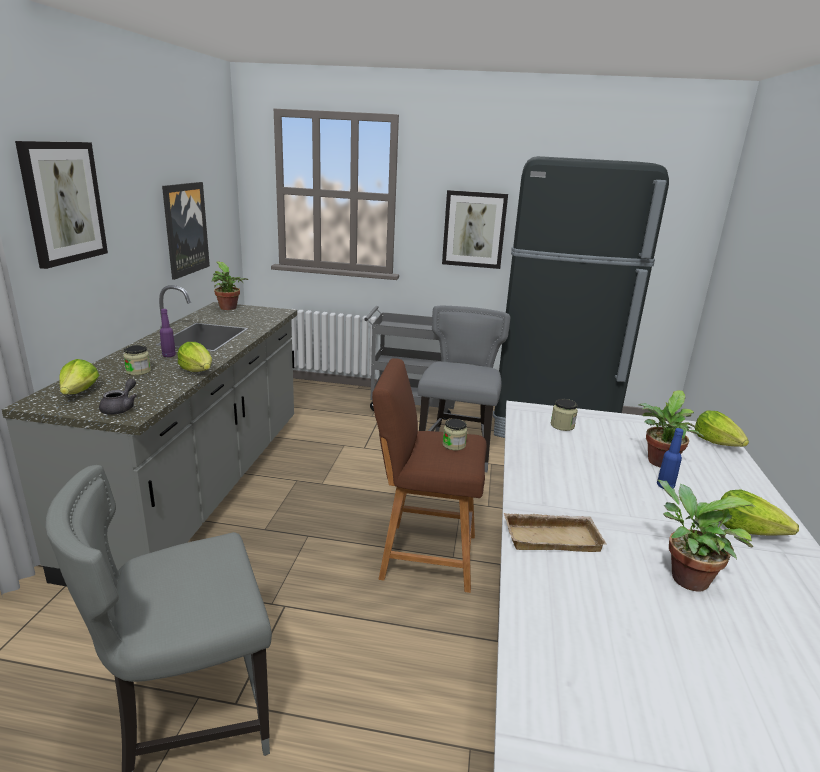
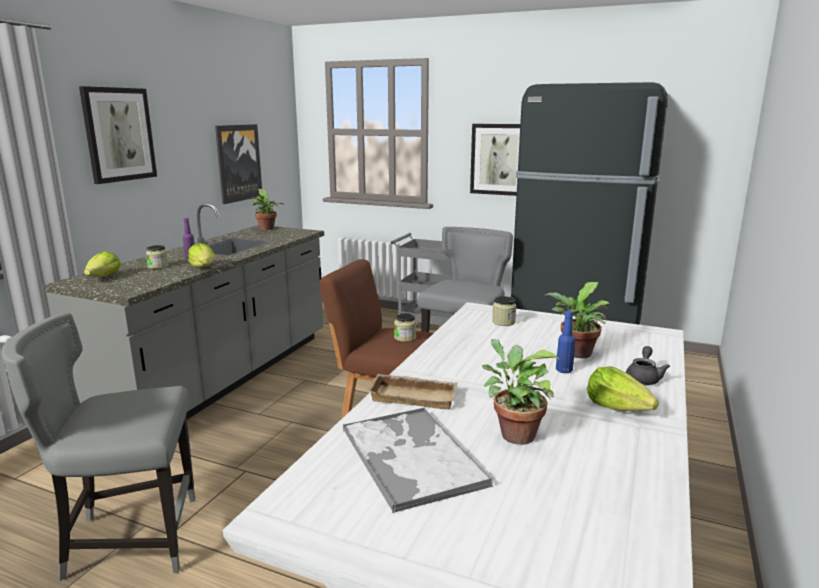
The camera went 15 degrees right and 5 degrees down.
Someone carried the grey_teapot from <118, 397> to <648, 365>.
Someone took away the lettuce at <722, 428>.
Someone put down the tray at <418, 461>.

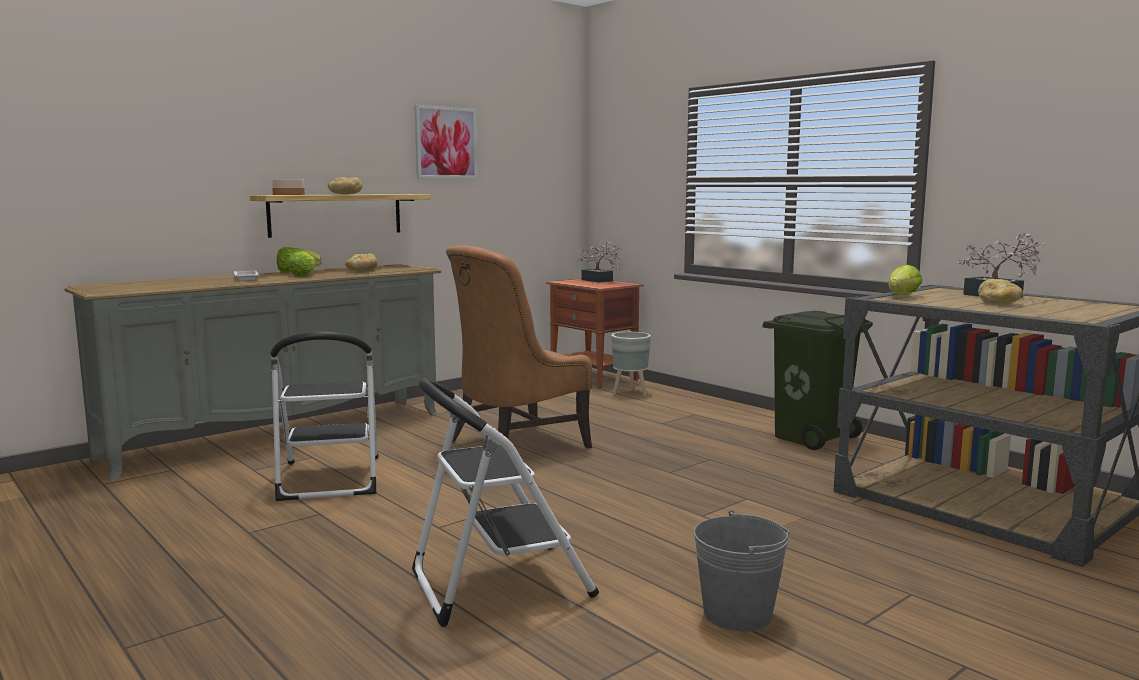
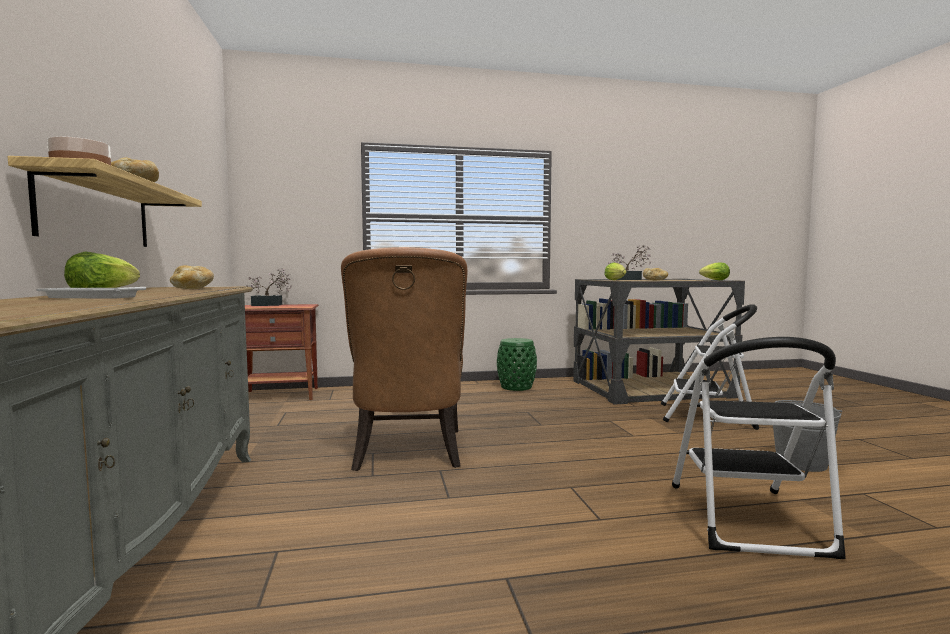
The camera went 60 degrees left and 5 degrees down.
Someone carried the step_ladder from <324, 416> to <710, 367>.
Someone carried the lettuce from <300, 264> to <714, 271>.
Someone took away the picture at <446, 142>.
Someone took away the grey_planter at <631, 364>.
Someone swapped the green_trash_can at <817, 380> for the green_stool at <517, 364>.

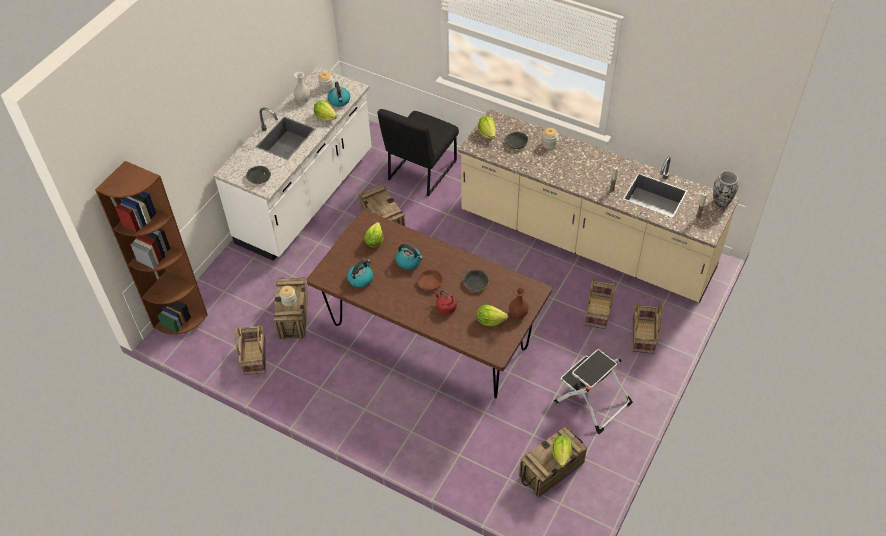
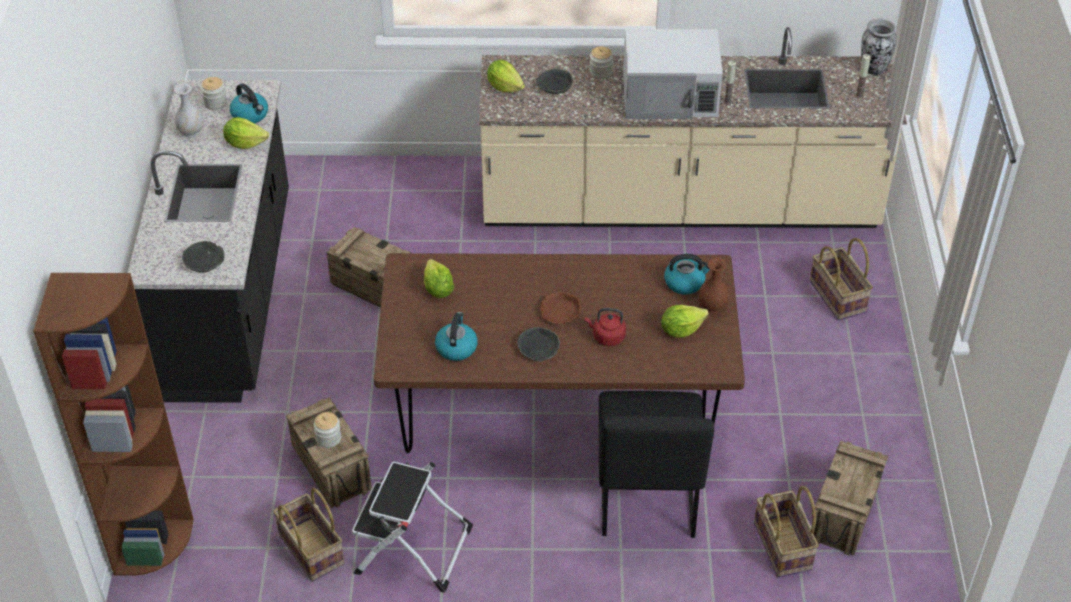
The camera went 30 degrees left and 5 degrees down.
Someone repainted the white_counter at <292, 164>, which became the black_counter at <208, 241>.
Someone carried the black_chair from <418, 152> to <656, 464>.
Someone carried the kettle from <409, 257> to <687, 274>.
Someone carried the grey_bowl from <476, 280> to <538, 344>.
Someone took away the lettuce at <562, 451>.
Someone carried the step_ladder from <593, 391> to <412, 527>.
Someone carried the basket from <600, 303> to <786, 531>.
Someone put down the white_microwave at <673, 74>.

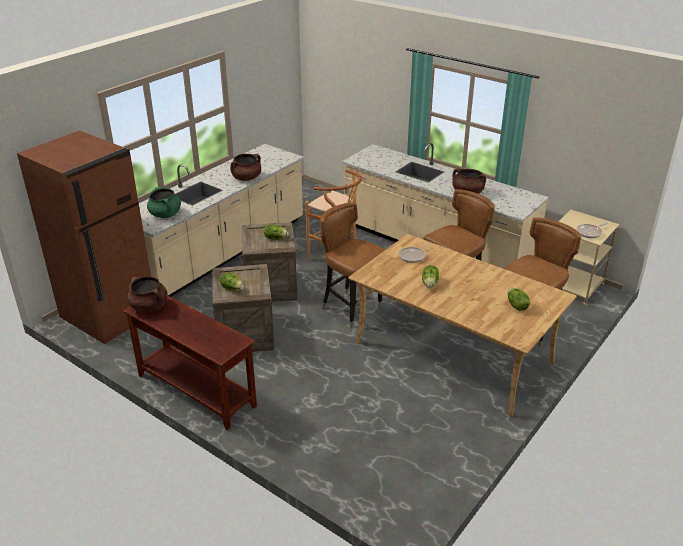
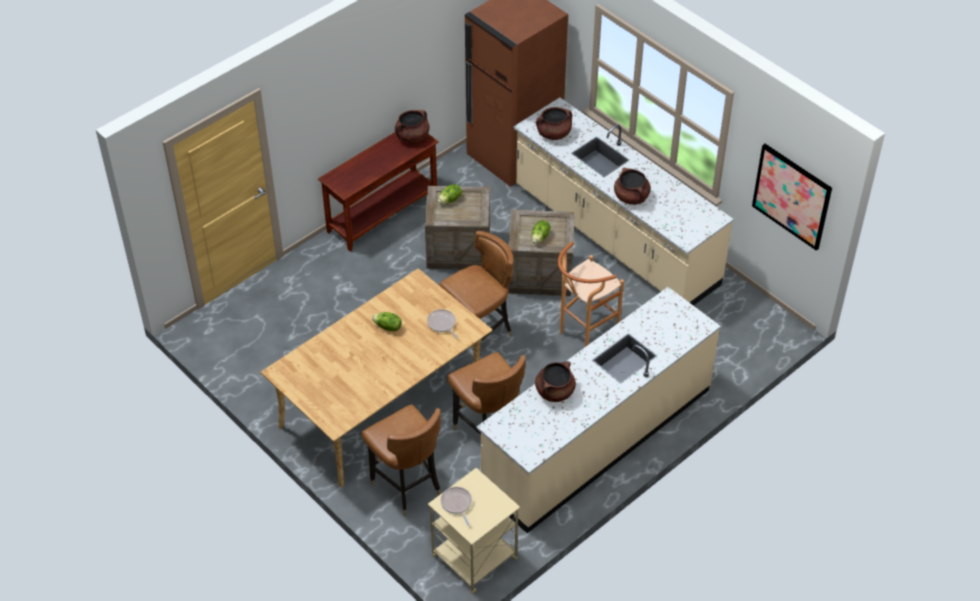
The camera went 100 degrees right and 15 degrees up.
Someone repainted the green_cooking_pot at <164, 202>, which became the brown_cooking_pot at <554, 123>.
Someone took away the lettuce at <518, 299>.
Someone put up the picture at <792, 197>.

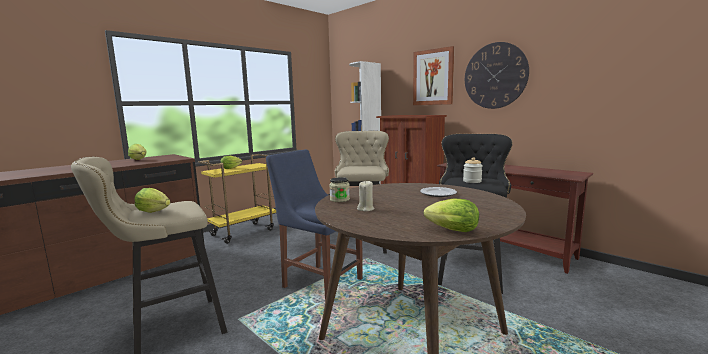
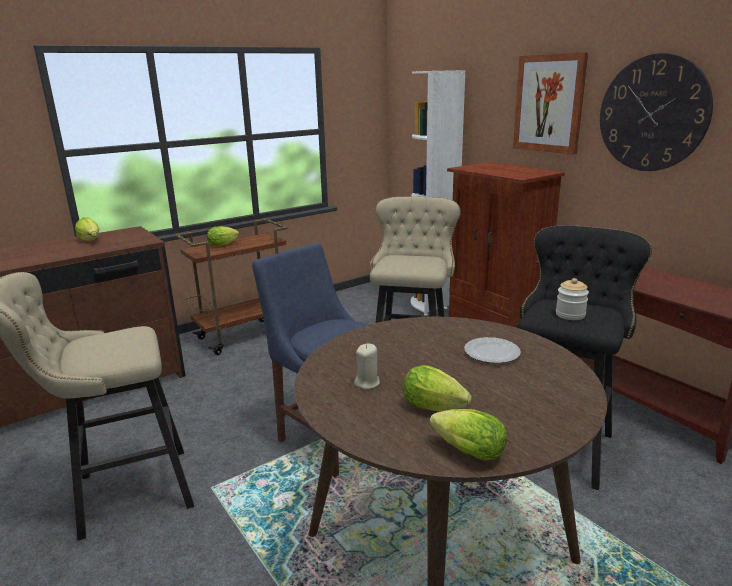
The camera went 10 degrees right and 10 degrees up.
Someone carried the lettuce from <152, 200> to <437, 388>.
Someone repainted the yellow_cart at <237, 199>, which became the brown_cart at <232, 287>.
Someone took away the jar at <339, 189>.

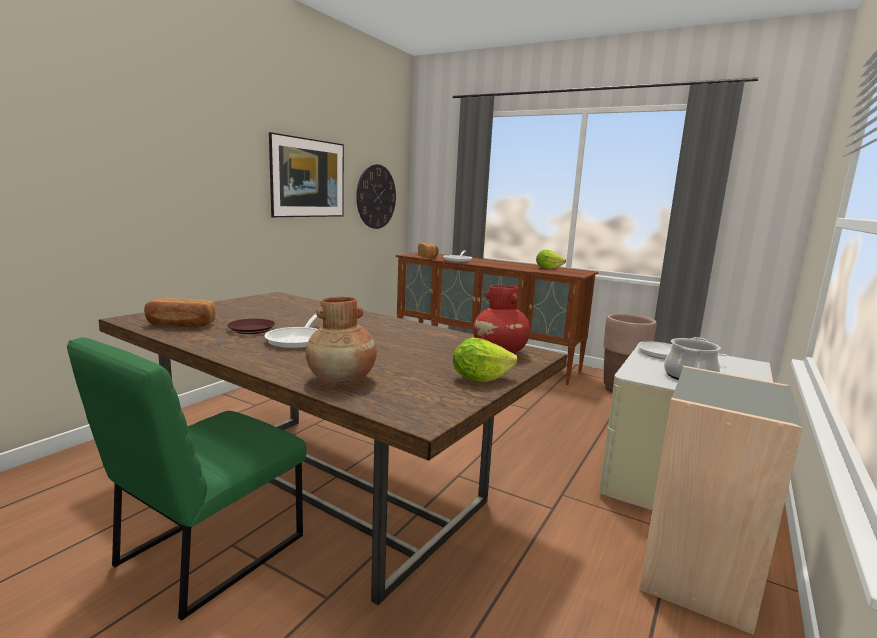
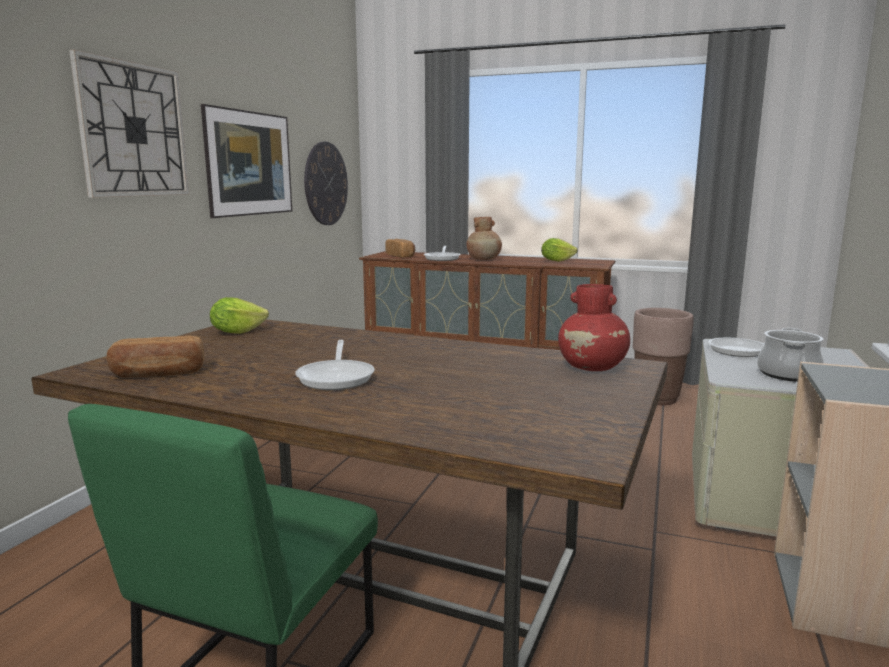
The camera went 10 degrees left and 0 degrees up.
Someone took away the brown_plate at <251, 326>.
Someone carried the brown_vase from <341, 341> to <484, 238>.
Someone carried the lettuce from <485, 360> to <239, 315>.
Someone put up the wall_clock at <129, 124>.

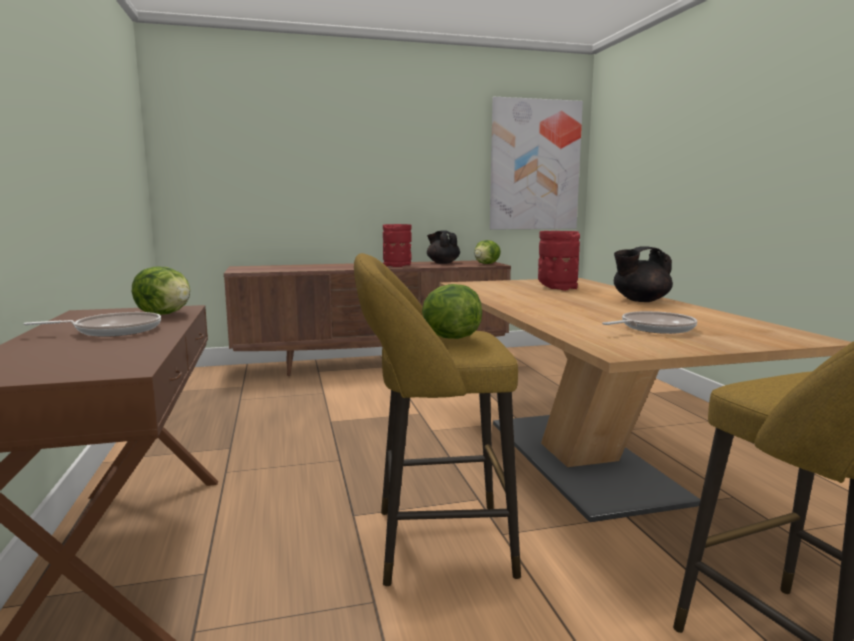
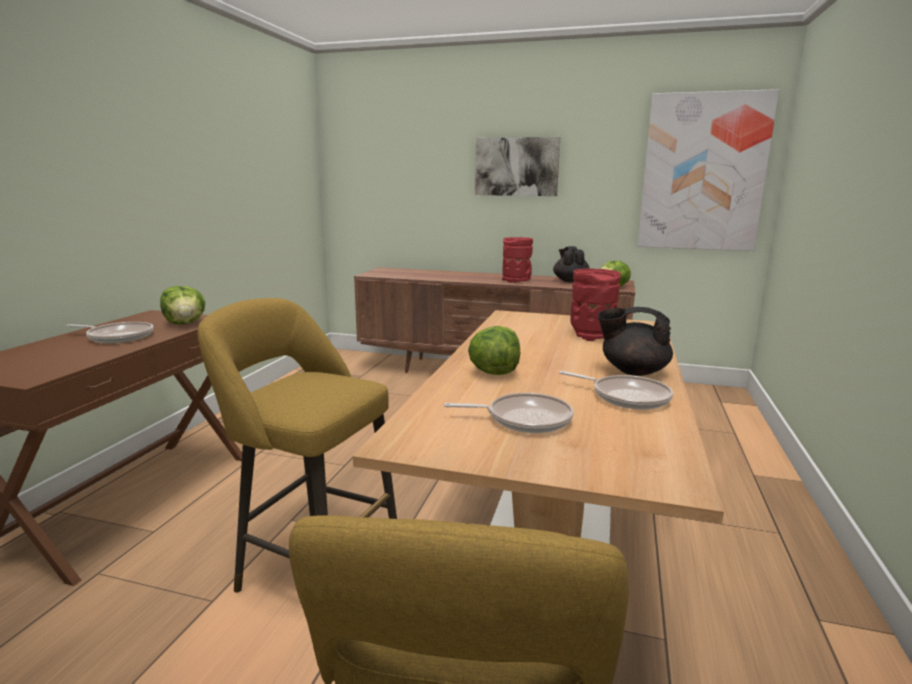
The camera went 30 degrees right and 5 degrees up.
Someone carried the lettuce from <452, 311> to <494, 350>.
Someone put up the picture at <517, 166>.
Someone put down the frying_pan at <616, 390>.

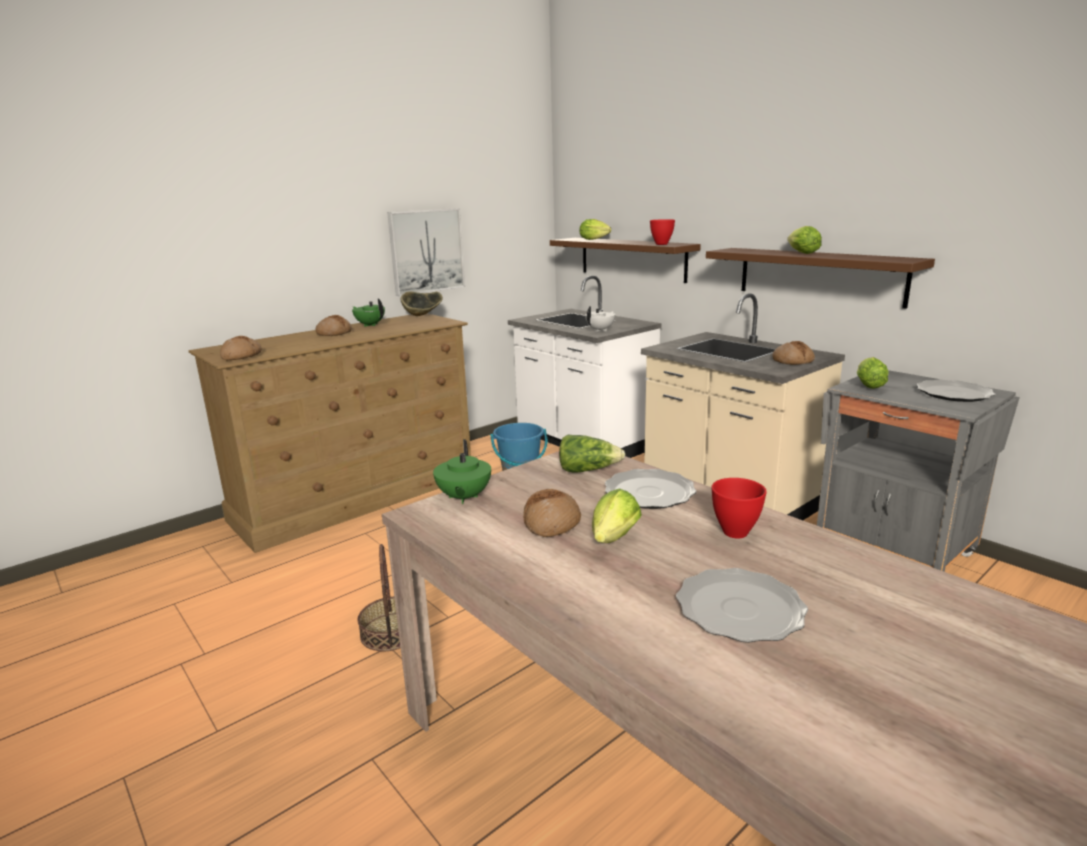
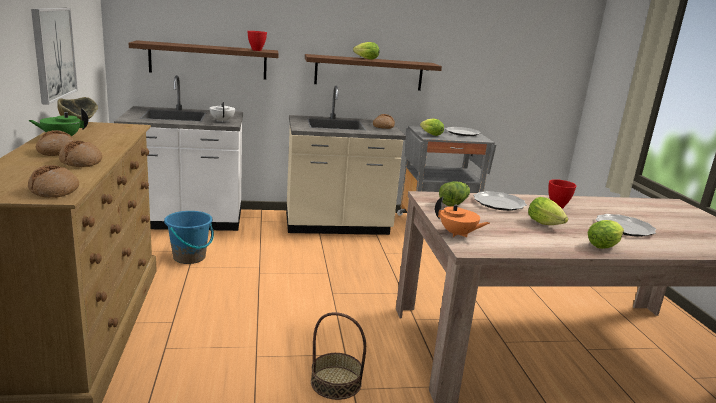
The camera went 60 degrees left and 0 degrees up.
Someone repainted the green_teapot at <462, 471>, which became the orange_teapot at <462, 217>.
Someone carried the bread from <552, 513> to <80, 153>.
Someone carried the lettuce from <595, 229> to <606, 234>.

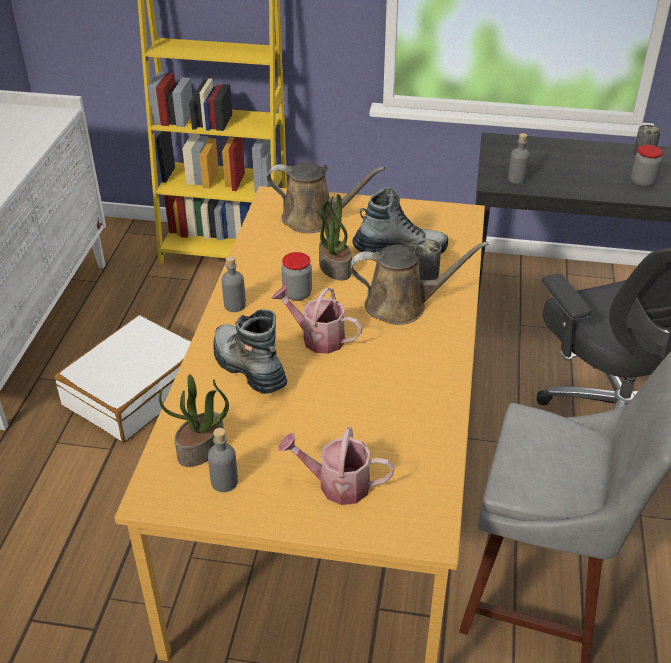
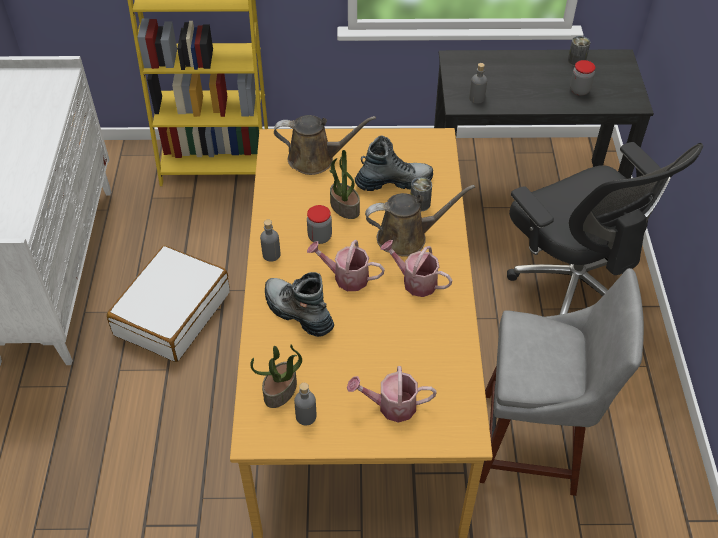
The camera went 10 degrees left and 10 degrees up.
Someone put down the watering_can at <416, 268>.

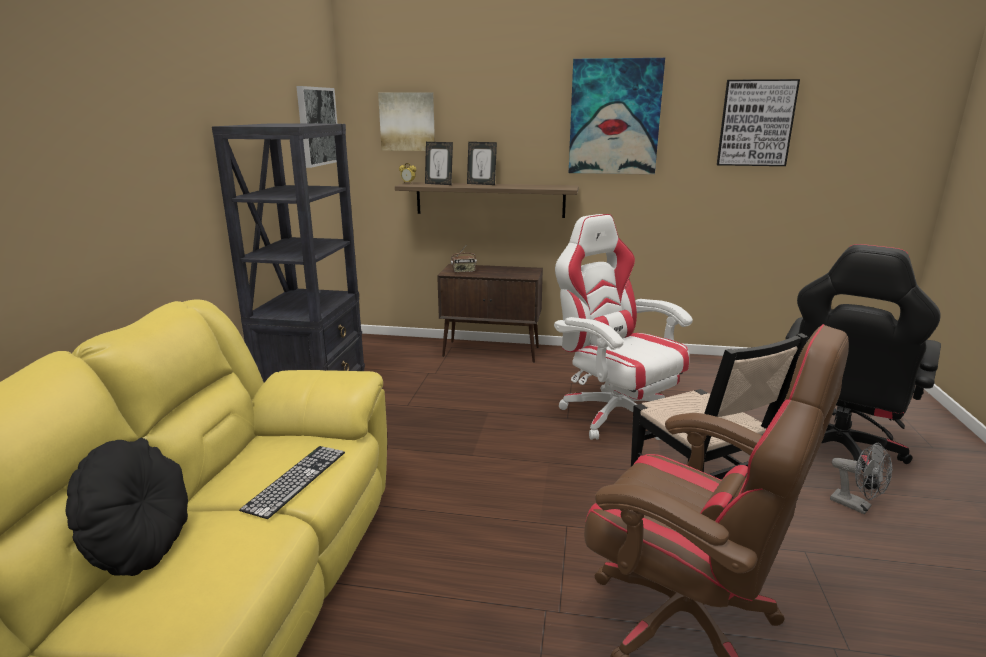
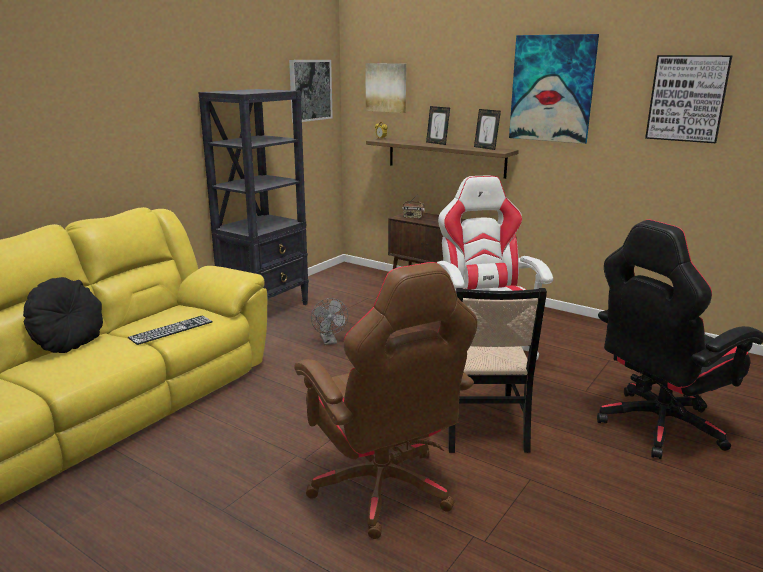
The camera went 25 degrees right and 0 degrees up.
Someone carried the picture_frame from <439, 163> to <487, 129>.
Someone carried the grey_fan from <861, 479> to <329, 321>.

